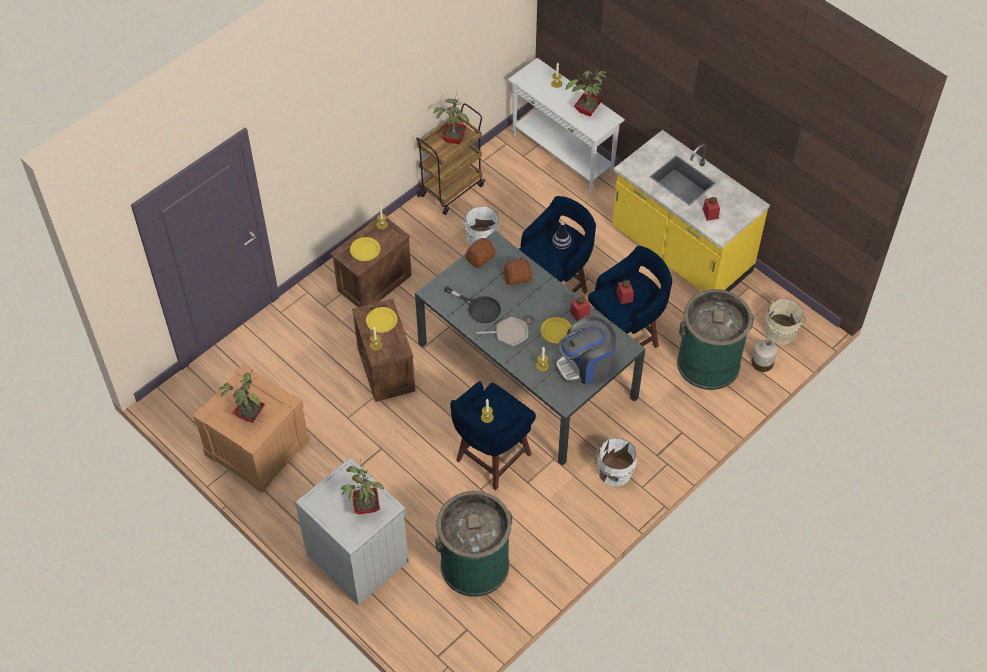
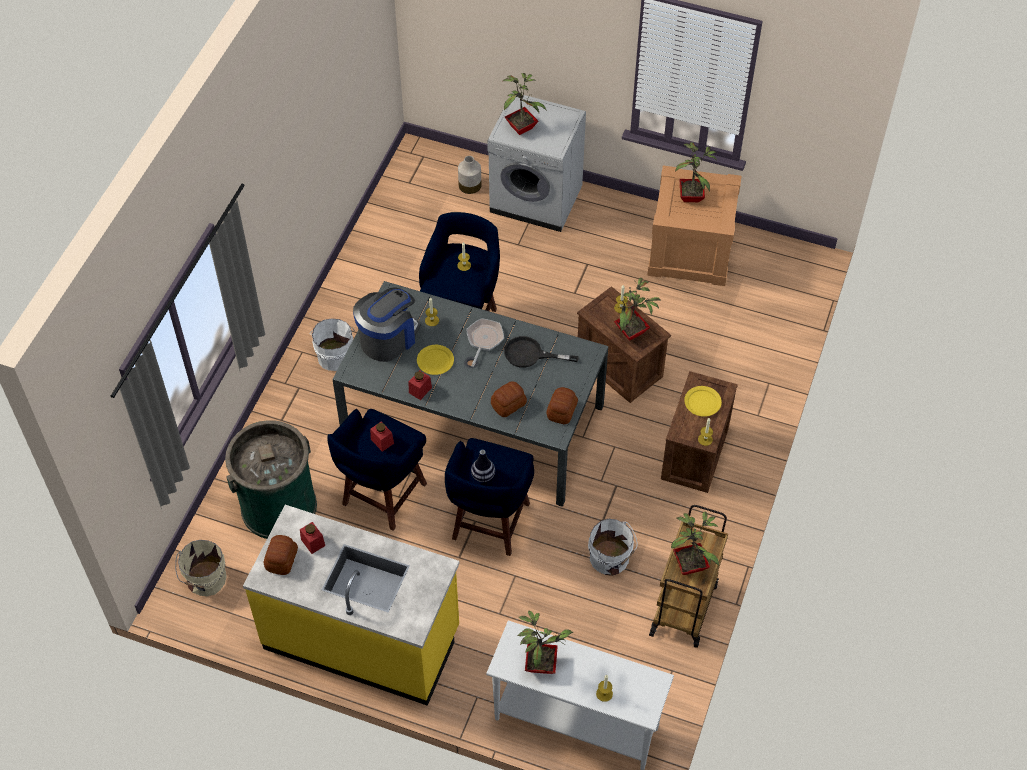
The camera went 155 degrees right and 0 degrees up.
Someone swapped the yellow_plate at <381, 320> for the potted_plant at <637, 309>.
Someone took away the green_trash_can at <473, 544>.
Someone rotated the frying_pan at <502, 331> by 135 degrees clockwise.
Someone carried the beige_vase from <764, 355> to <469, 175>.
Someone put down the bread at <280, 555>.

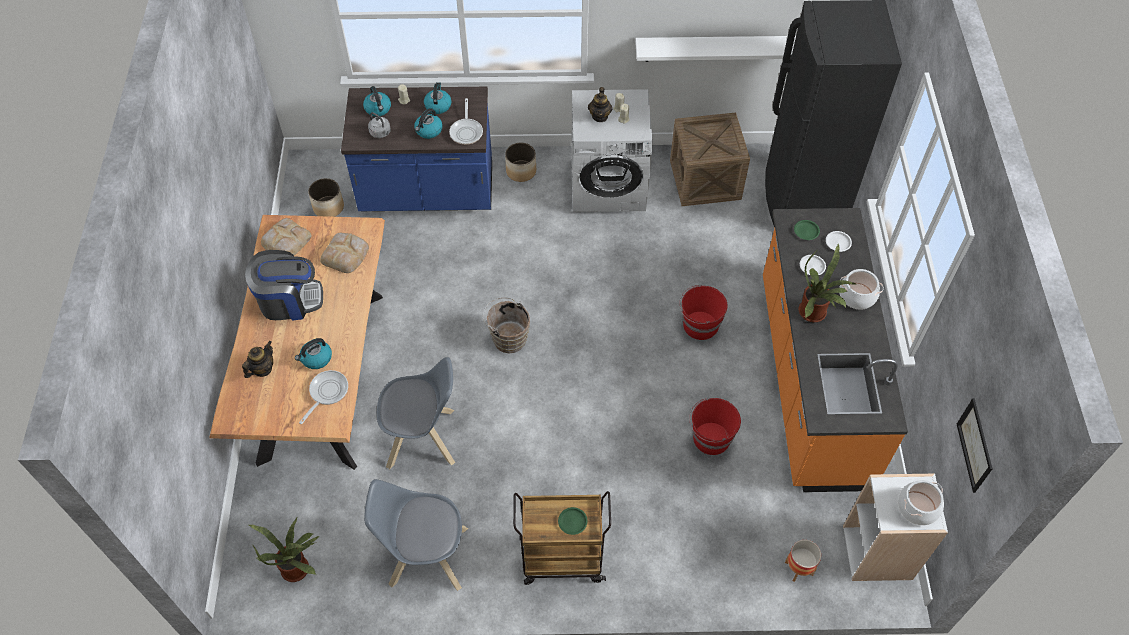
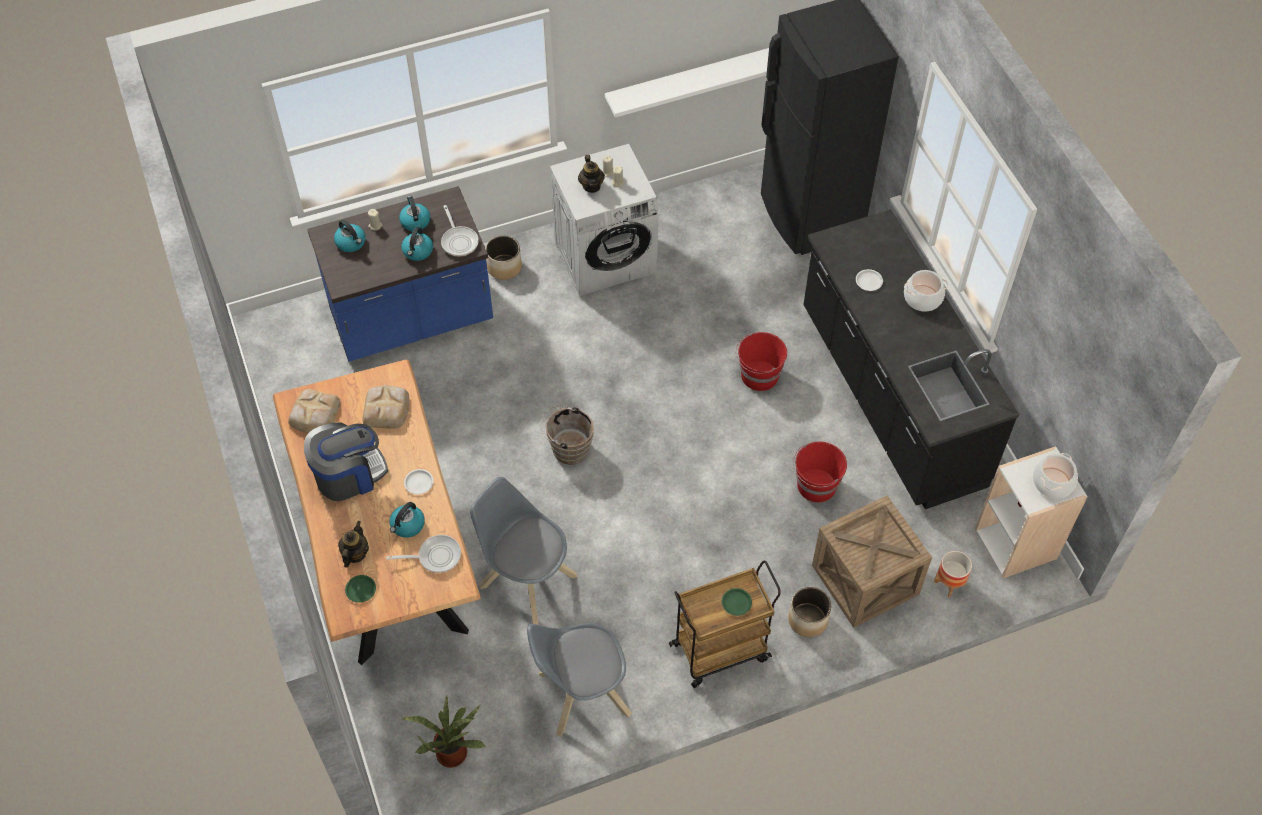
The camera went 20 degrees left and 0 degrees up.
Someone rotated the frying_pan at <323, 397> by 75 degrees clockwise.
Someone carried the planter from <326, 197> to <809, 612>.
Someone took away the grey_kettle at <379, 125>.
Someone rotated the grey_chair at <416, 413> by 120 degrees counterclockwise.
Someone carried the crate from <710, 159> to <872, 561>.
Someone repainted the orange_counter at <835, 350>, which became the black_counter at <911, 359>.
Someone carried the green_plate from <807, 230> to <360, 589>.
Someone took away the potted_plant at <828, 283>.
Someone carried the white_plate from <839, 241> to <419, 481>.
Someone took away the picture at <975, 445>.

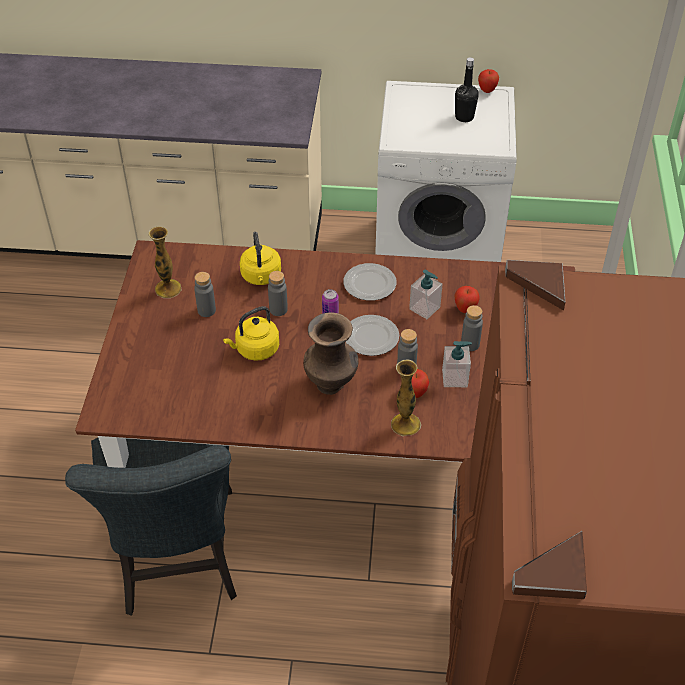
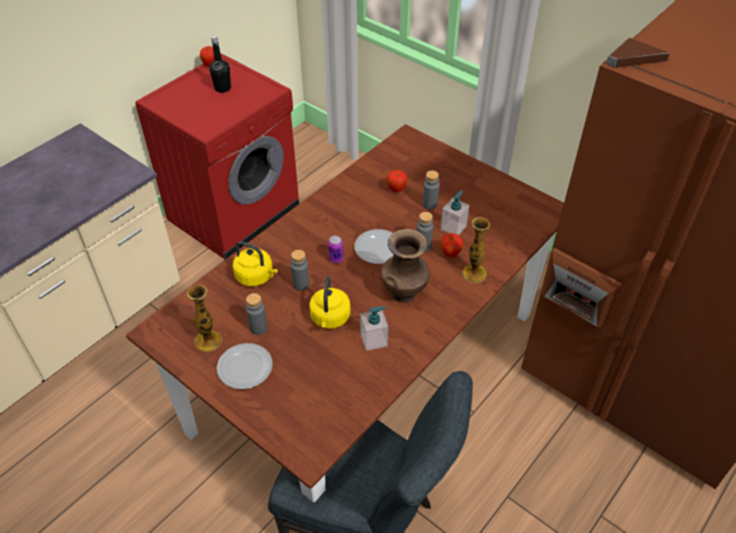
The camera went 55 degrees left and 0 degrees up.
Someone carried the plate from <370, 282> to <245, 366>.
Someone repainted the white_washing_machine at <446, 171>, which became the red_washing_machine at <217, 156>.
Someone carried the soap_dispenser from <426, 294> to <374, 328>.

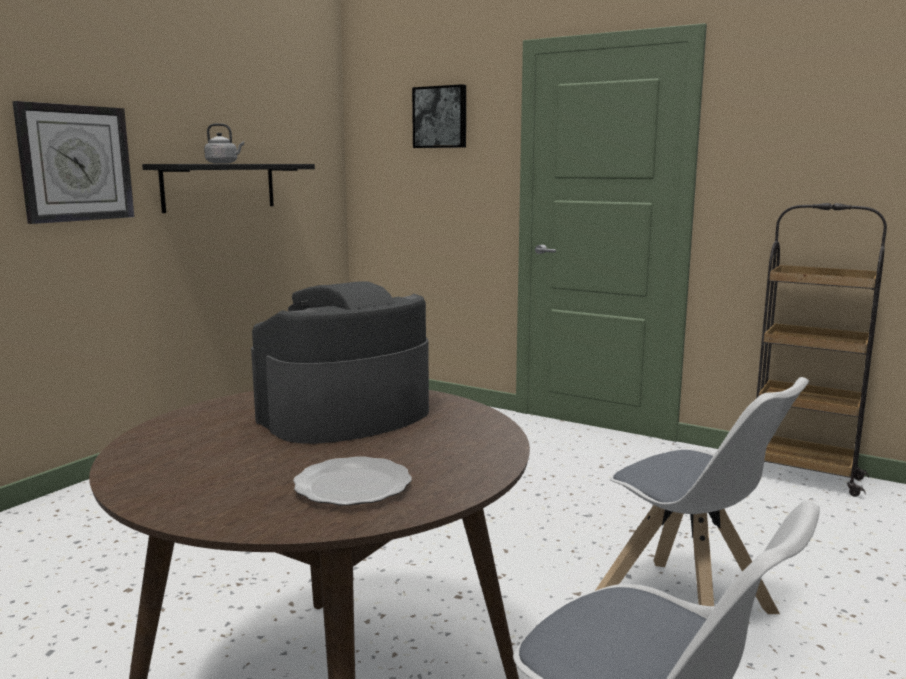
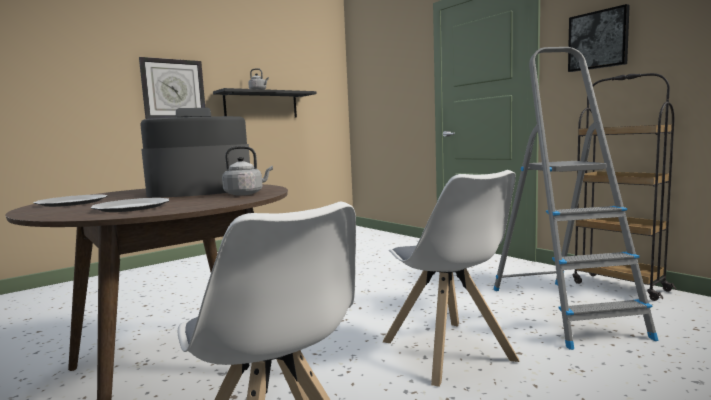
The camera went 20 degrees right and 5 degrees down.
Someone carried the picture from <439, 116> to <599, 38>.
Someone put down the plate at <70, 200>.
Someone put down the grey_kettle at <247, 170>.
Someone put down the grey_step_ladder at <575, 198>.

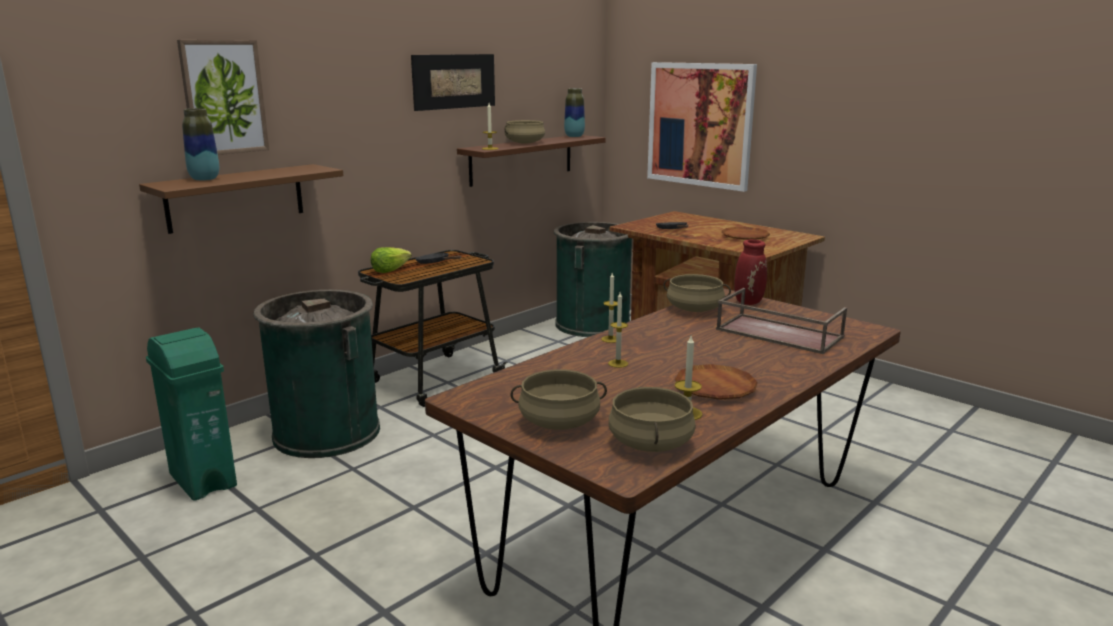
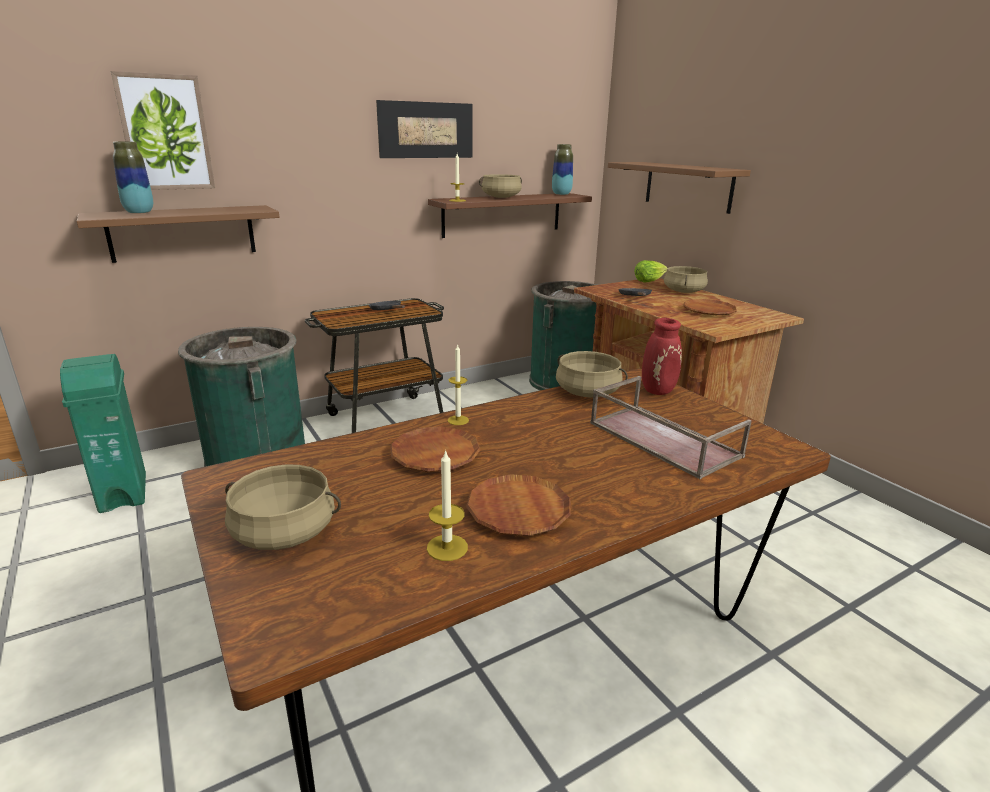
The camera went 15 degrees right and 5 degrees up.
Someone carried the lettuce from <391, 260> to <650, 271>.
Someone swapped the candle at <618, 330> for the brown_plate at <435, 449>.
Someone carried the beige_cooking_pot from <652, 419> to <686, 279>.
Someone swapped the picture at <702, 127> for the brown_shelf at <679, 188>.

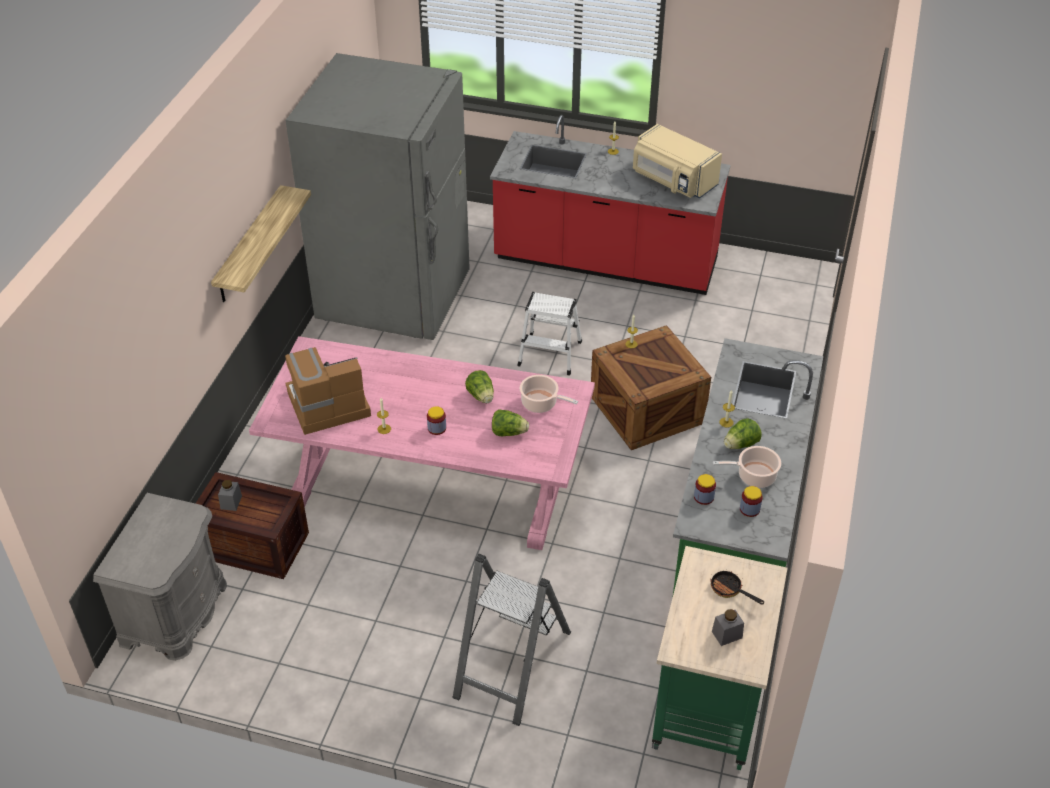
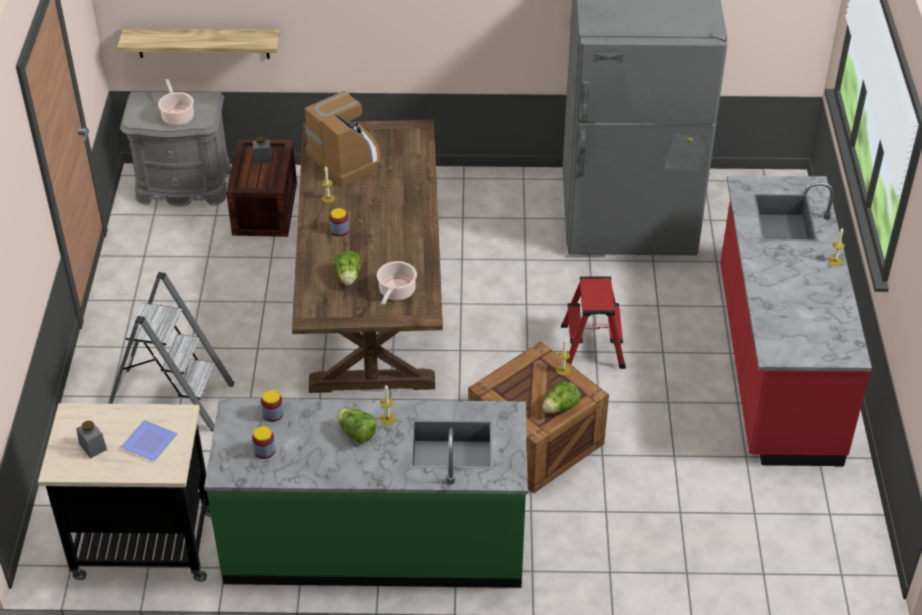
The camera went 75 degrees right and 0 degrees up.
Someone carried the shelf from <261, 243> to <198, 43>.
Someone repainted the pink_dining_table at <422, 443>, which became the brown_dining_table at <367, 256>.
Someone carried the lettuce from <479, 386> to <561, 397>.
Someone repainted the white_step_ladder at <549, 333>, which became the red_step_ladder at <593, 322>.
Someone took away the beige_microwave at <677, 161>.
Someone repainted the green_cart at <720, 658>, which became the black_cart at <124, 492>.
Someone swapped the frying_pan at <737, 586> for the plate at <149, 440>.
Someone carried the cooking_pot from <747, 467> to <176, 102>.

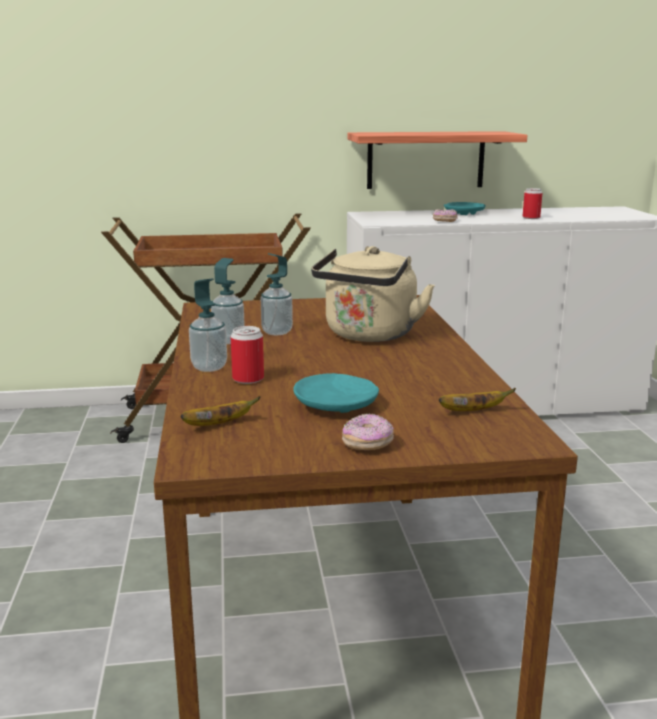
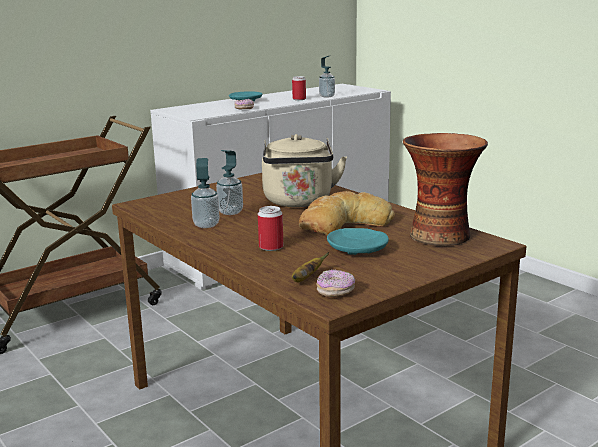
The camera went 30 degrees left and 0 degrees up.
Someone carried the soap_dispenser from <208, 325> to <327, 77>.
Someone carried the donut from <368, 432> to <336, 283>.
Someone took away the shelf at <437, 160>.
Someone swapped the banana at <477, 399> for the vase at <445, 189>.
Someone put down the bread at <347, 213>.

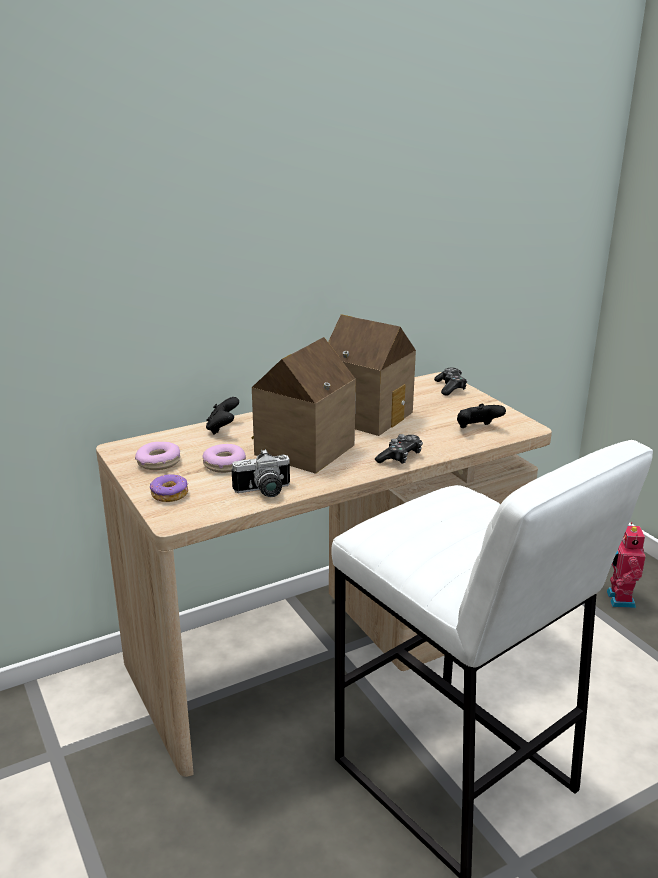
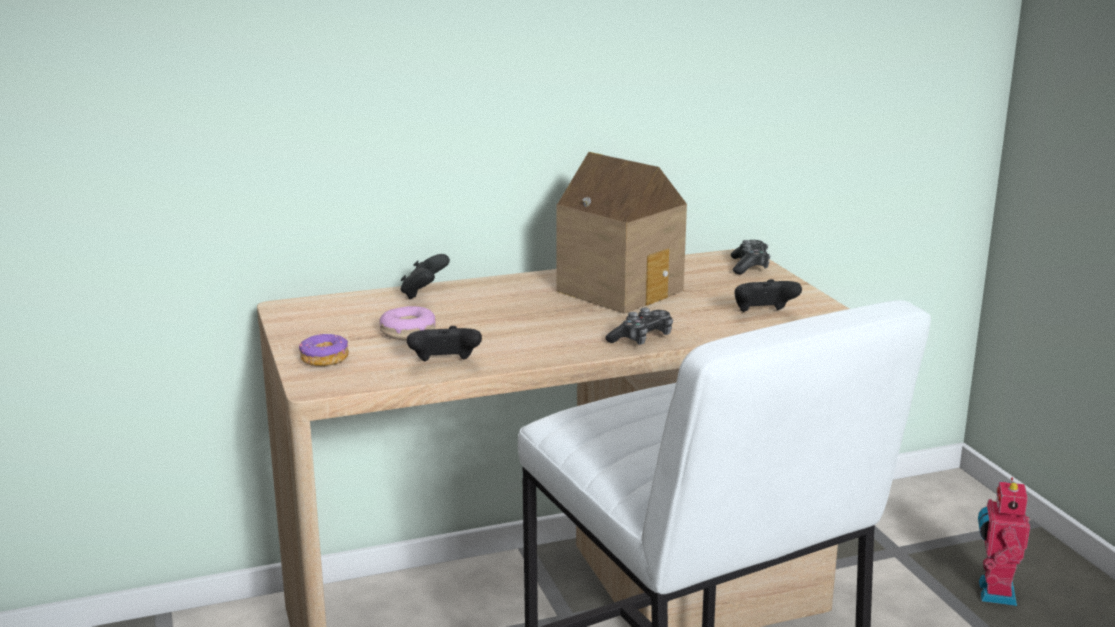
The camera went 10 degrees right and 5 degrees down.
Someone took away the donut at <157, 456>.
Someone swapped the photo_camera at <260, 473> for the black_game_controller at <444, 343>.
Someone took away the toy_house at <304, 405>.

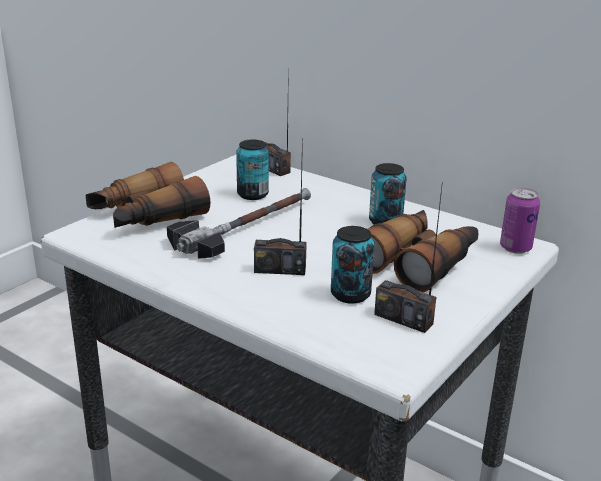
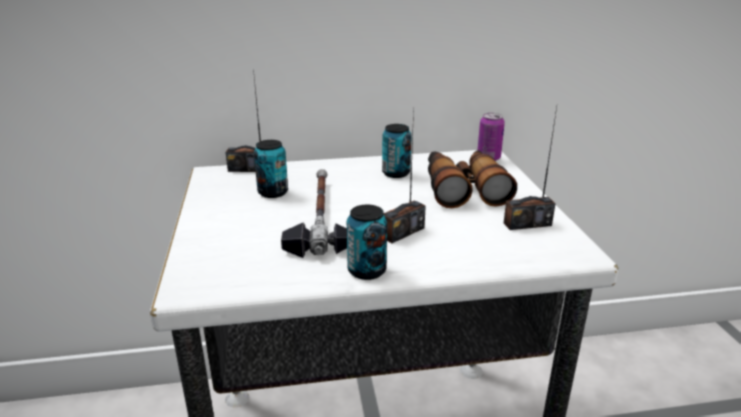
The camera went 45 degrees left and 0 degrees up.
Someone took away the binoculars at <148, 195>.
Someone carried the can from <353, 265> to <367, 242>.

